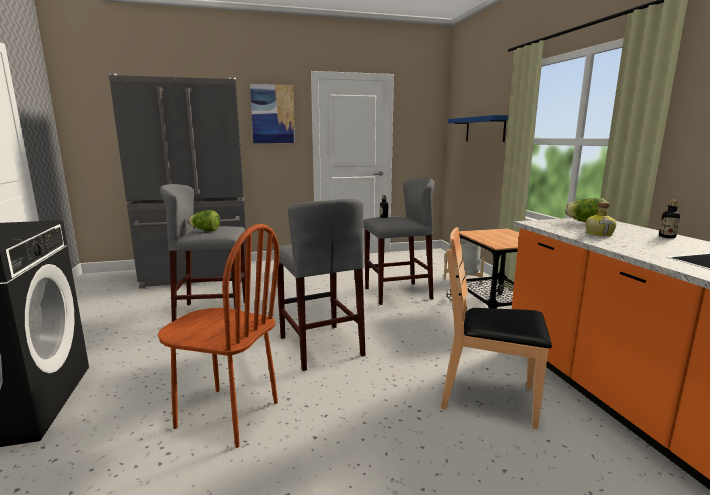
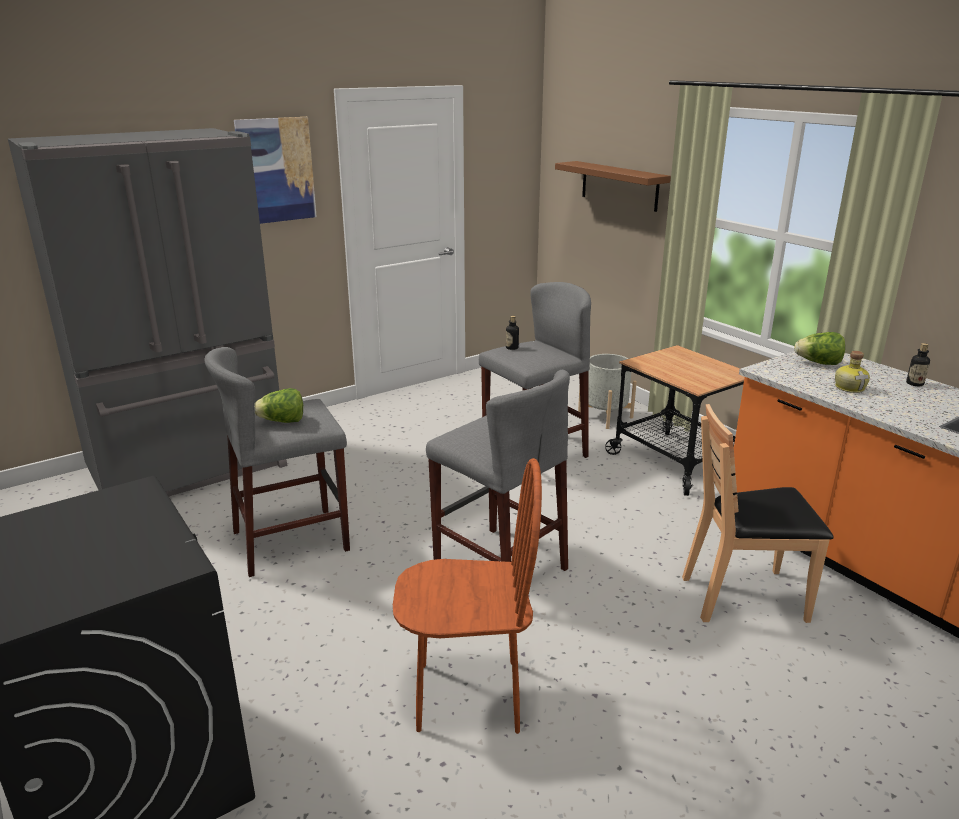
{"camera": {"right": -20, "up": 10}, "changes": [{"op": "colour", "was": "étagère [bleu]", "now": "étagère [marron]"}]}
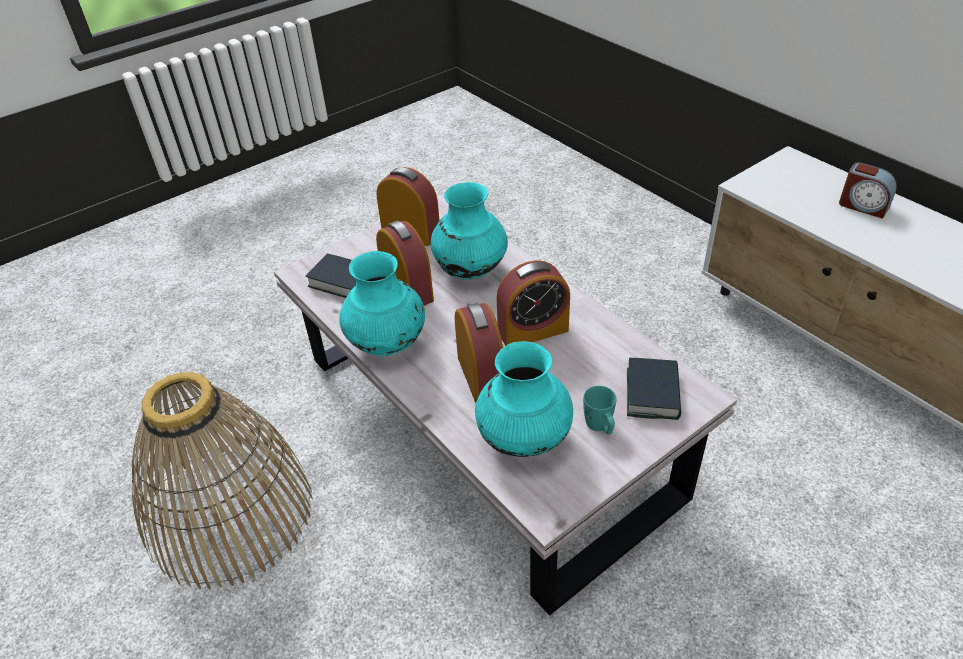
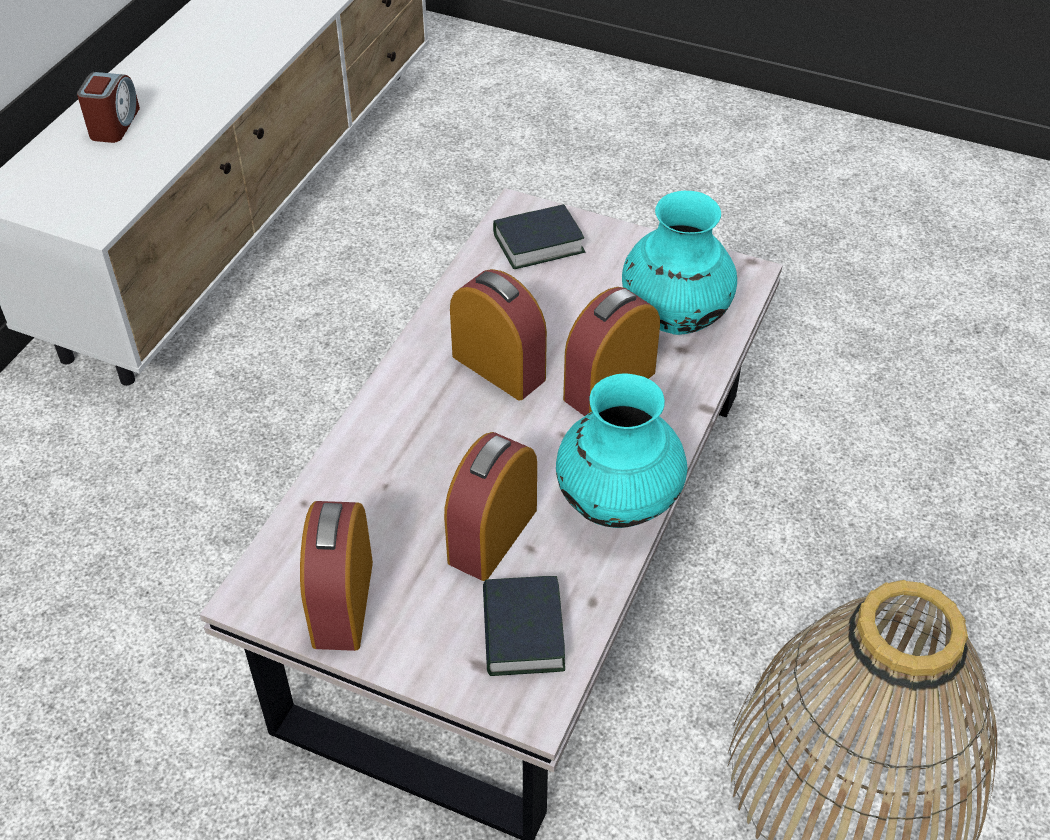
{"camera": {"right": -120, "up": 5}, "changes": [{"op": "missing", "was": "vase [turquoise] (no. 2 from left)"}, {"op": "missing", "was": "mug [turquoise]"}]}
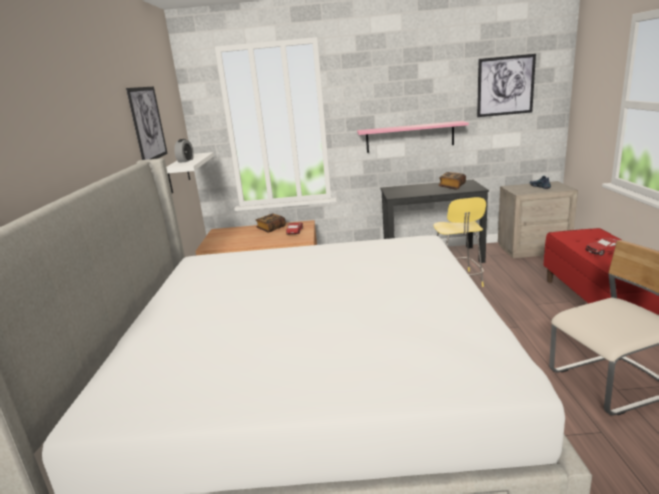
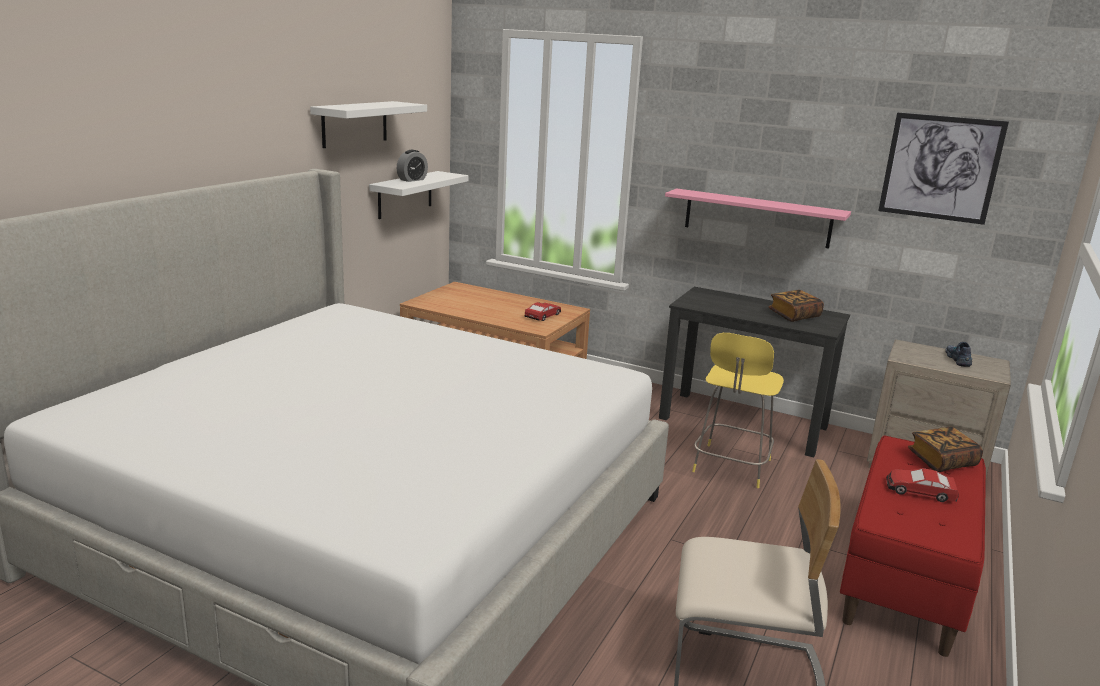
{"camera": {"right": 25, "up": 0}, "changes": [{"op": "relocated", "was": "livre (no. 1 from left in the first image)", "now": "livre (no. 2 from left)"}, {"op": "exchanged", "was": "tableau (no. 1 from left)", "now": "étagère [blanc] (no. 1 from left)"}]}
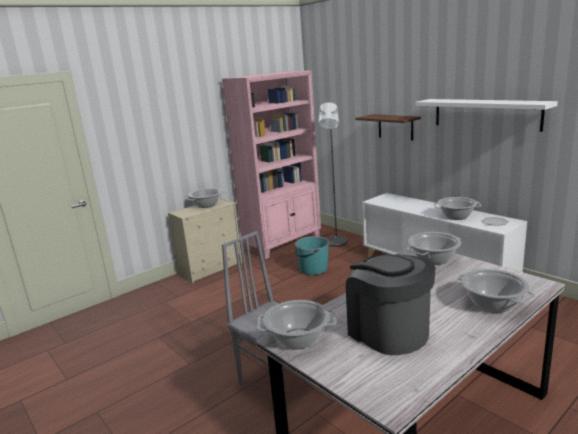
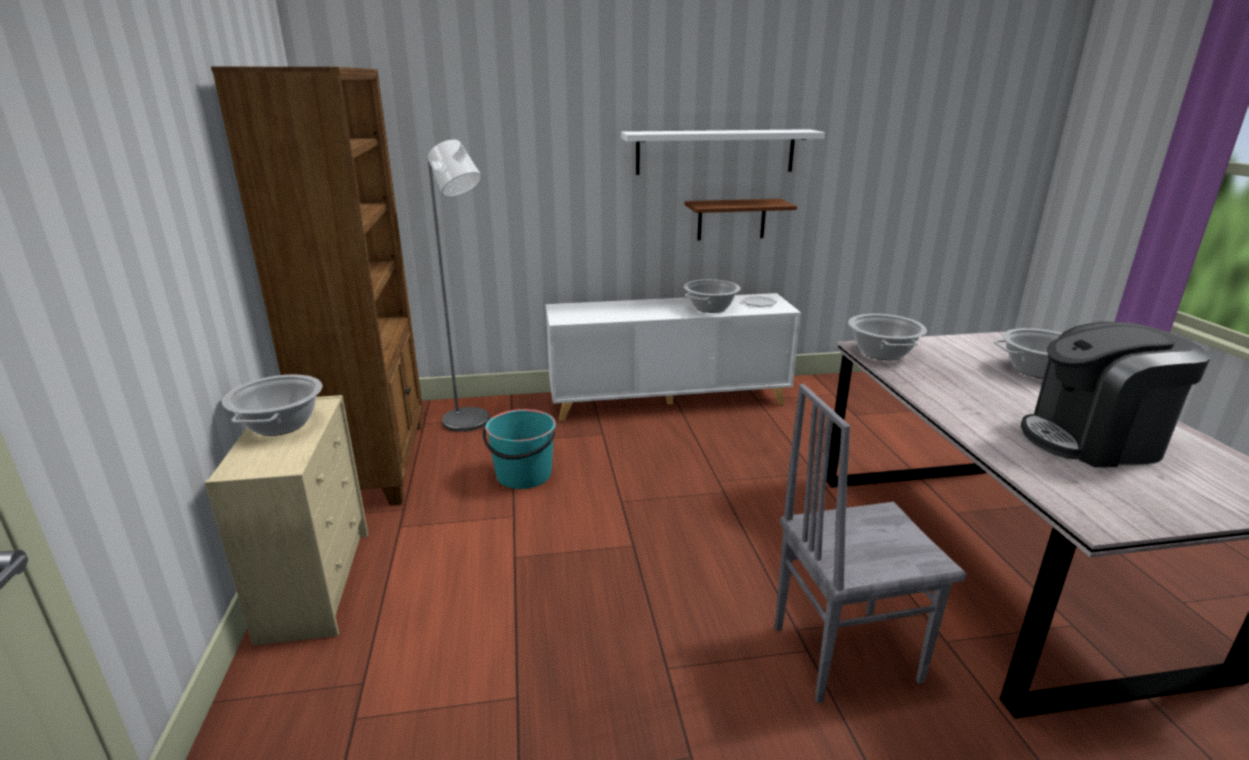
{"camera": {"right": -60, "up": 5}, "changes": [{"op": "missing", "was": "marmite (no. 2 from left)"}, {"op": "relocated", "was": "étagère [marron]"}, {"op": "colour", "was": "bibliothèque [rose]", "now": "bibliothèque [marron]"}]}
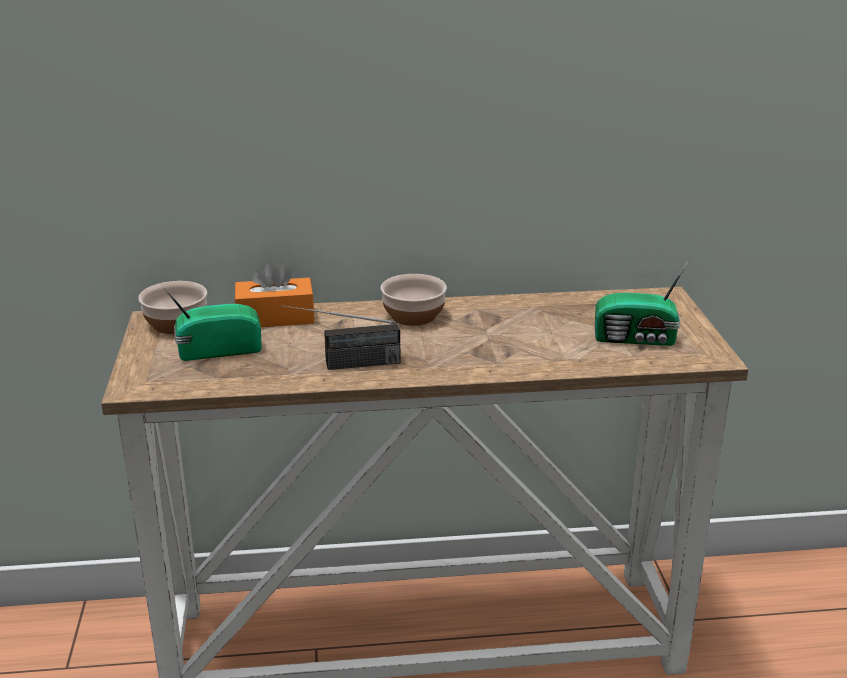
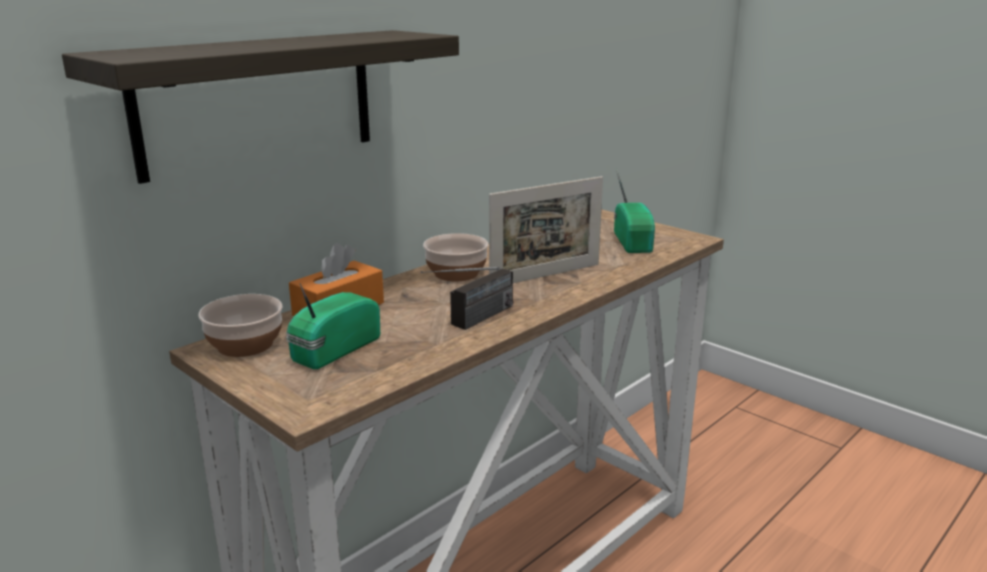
{"camera": {"right": -40, "up": -5}, "changes": [{"op": "appeared", "now": "étagère"}, {"op": "appeared", "now": "cadre photo"}, {"op": "spun", "was": "radio (no. 3 from left)", "clockwise": -60}]}
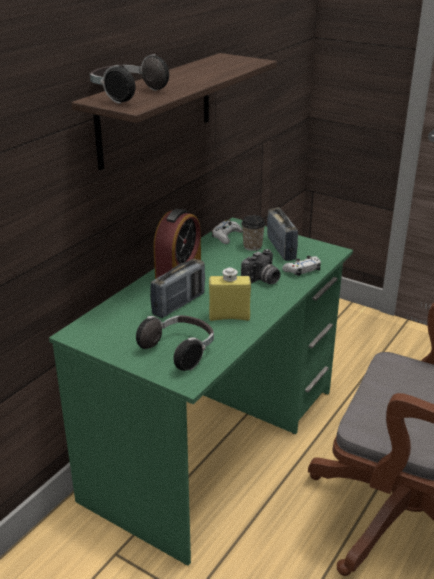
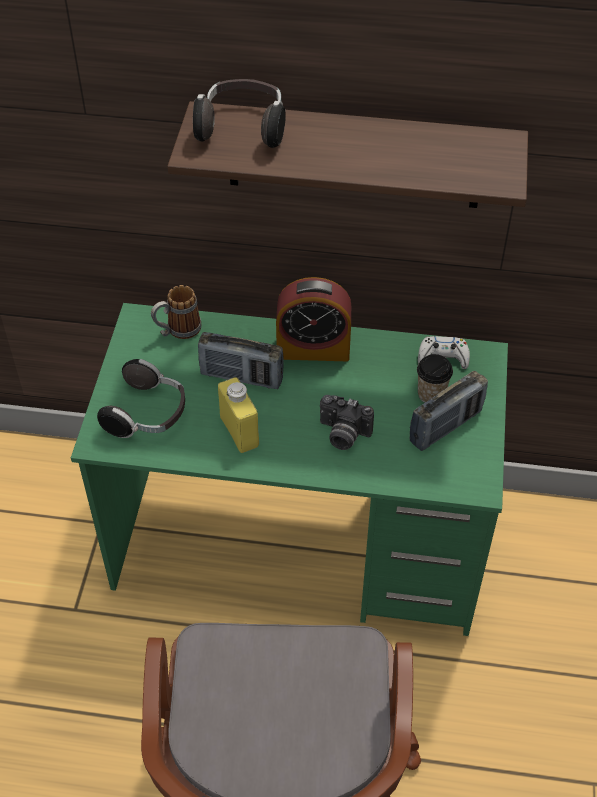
{"camera": {"right": 65, "up": 20}, "changes": [{"op": "missing", "was": "manette [blanc] (no. 2 from left)"}, {"op": "appeared", "now": "mug"}]}
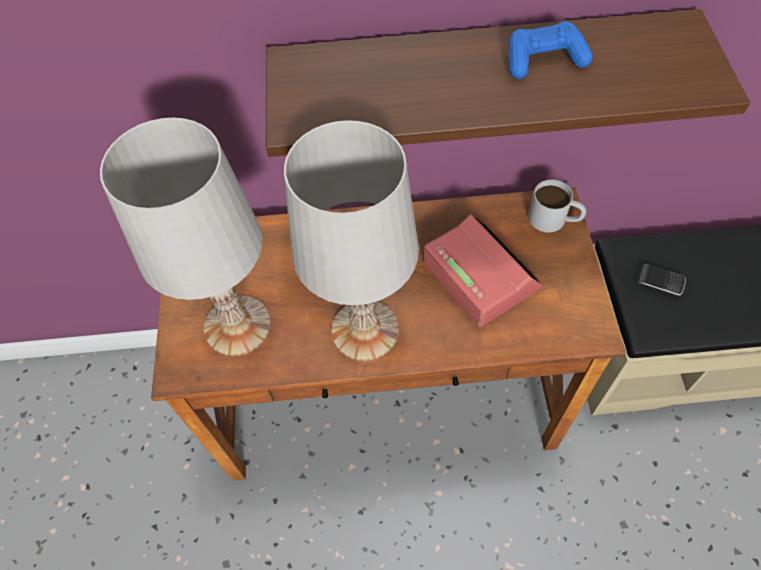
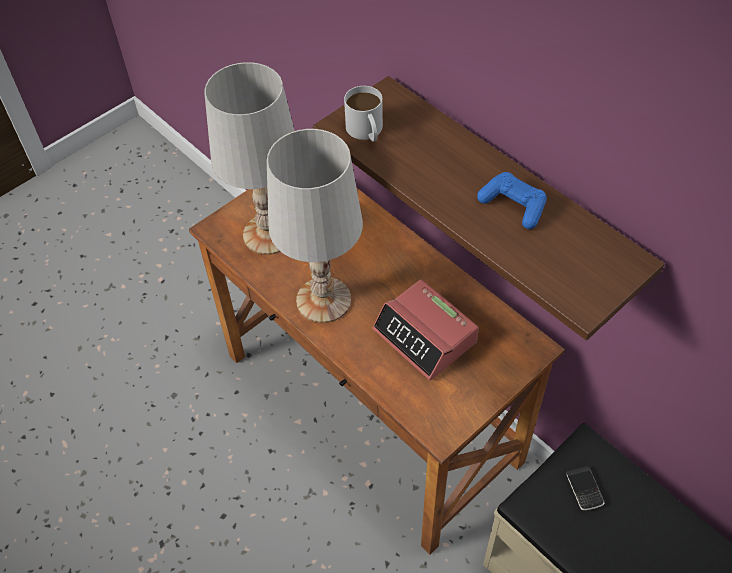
{"camera": {"right": 50, "up": -5}, "changes": [{"op": "relocated", "was": "mug [blanc]"}, {"op": "spun", "was": "réveil", "clockwise": 120}]}
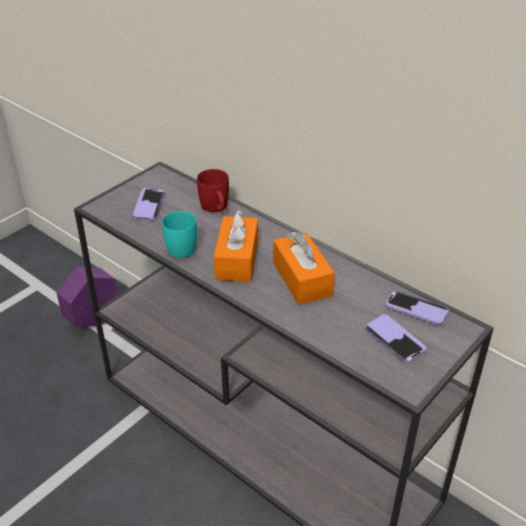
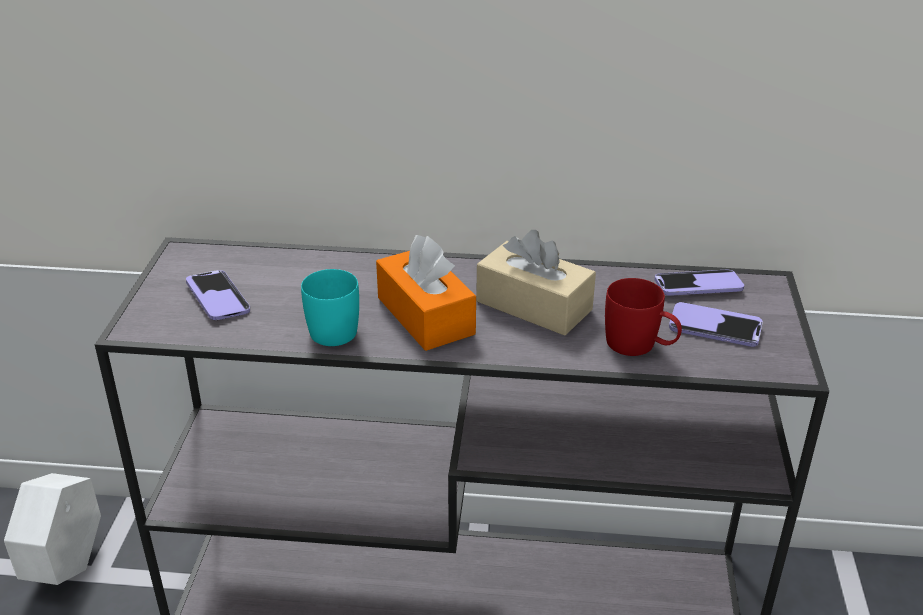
{"camera": {"right": -35, "up": -5}, "changes": [{"op": "relocated", "was": "mug [rouge]"}, {"op": "colour", "was": "cache-pot [violet]", "now": "cache-pot [blanc]"}, {"op": "colour", "was": "boîte à mouchoirs [orange] (no. 2 from left)", "now": "boîte à mouchoirs [beige]"}]}
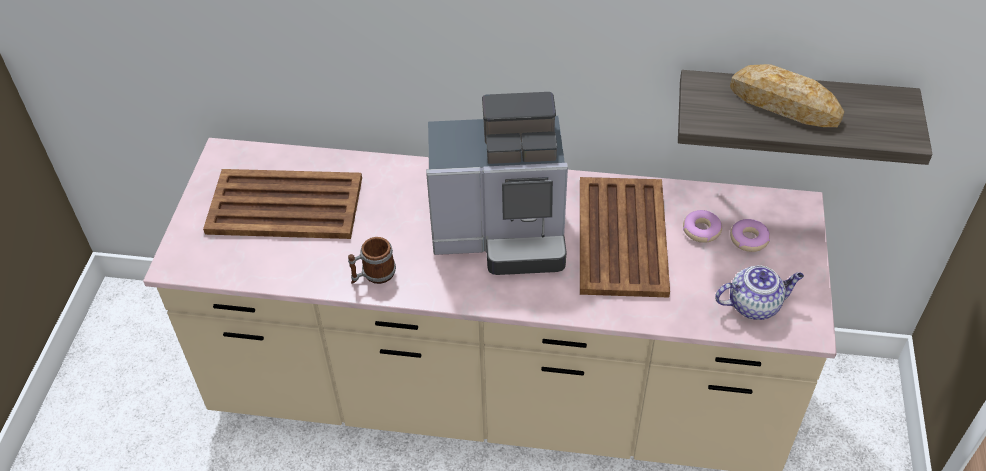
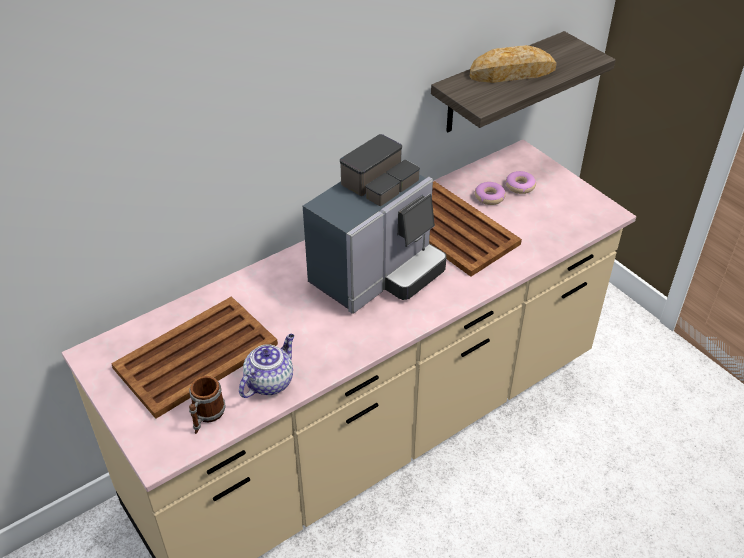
{"camera": {"right": -45, "up": -5}, "changes": [{"op": "relocated", "was": "mug"}, {"op": "relocated", "was": "théière"}]}
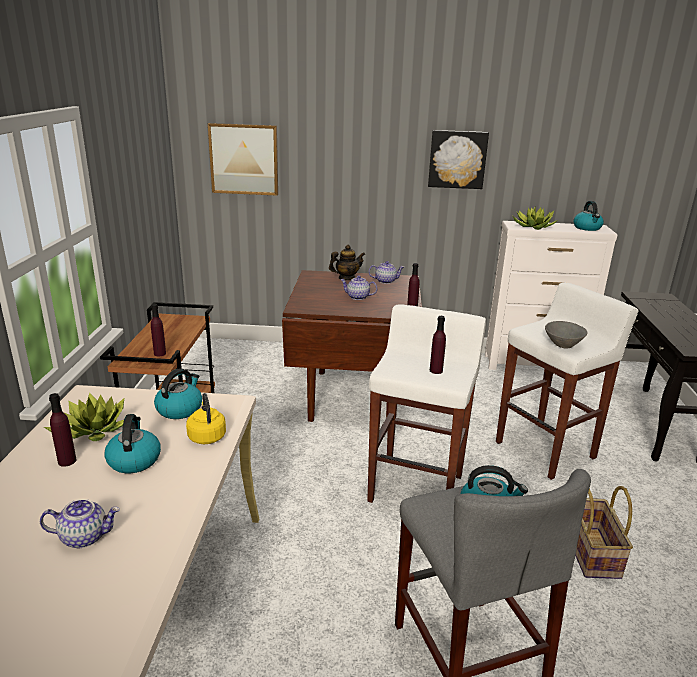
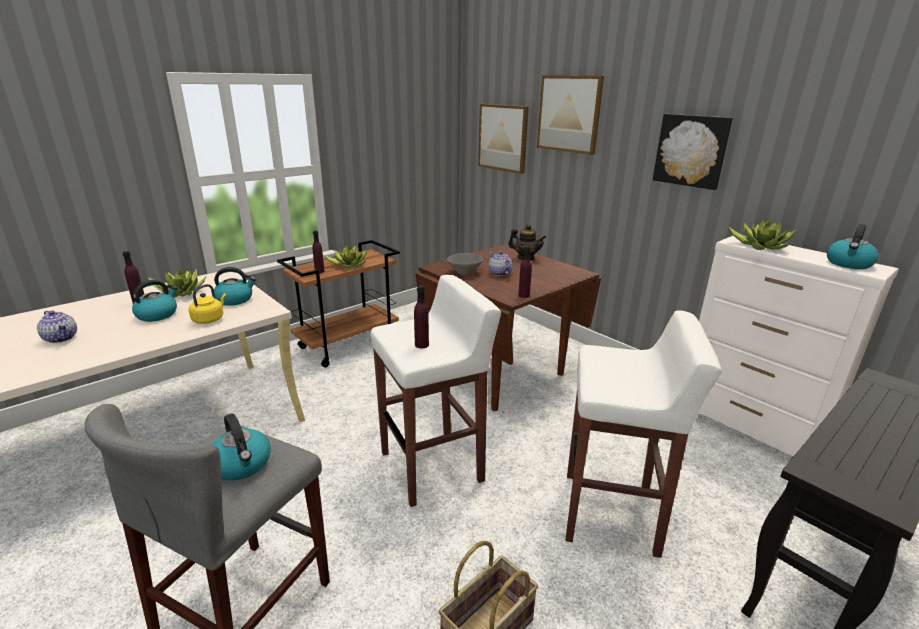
{"camera": {"right": 45, "up": 0}, "changes": [{"op": "missing", "was": "théière (no. 4 from left)"}, {"op": "appeared", "now": "plante en pot (no. 2 from left)"}, {"op": "appeared", "now": "tableau (no. 2 from left)"}, {"op": "relocated", "was": "bol [gris]"}]}
